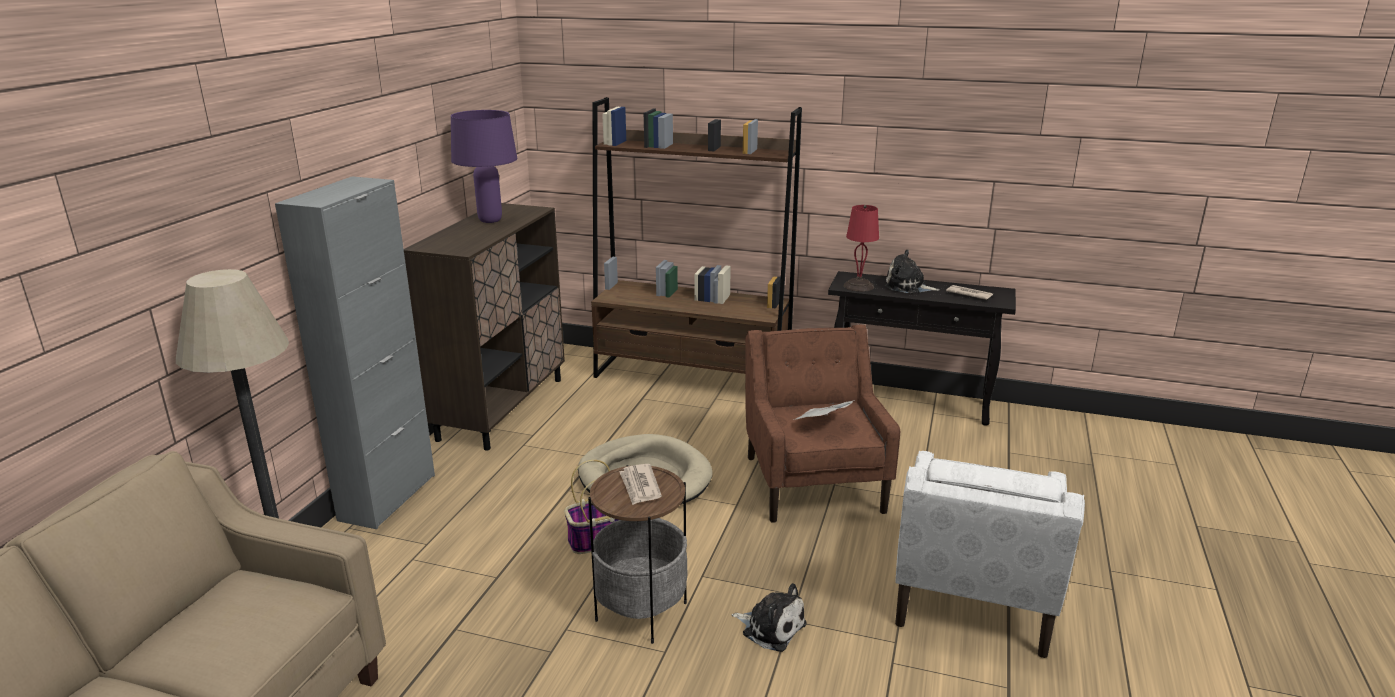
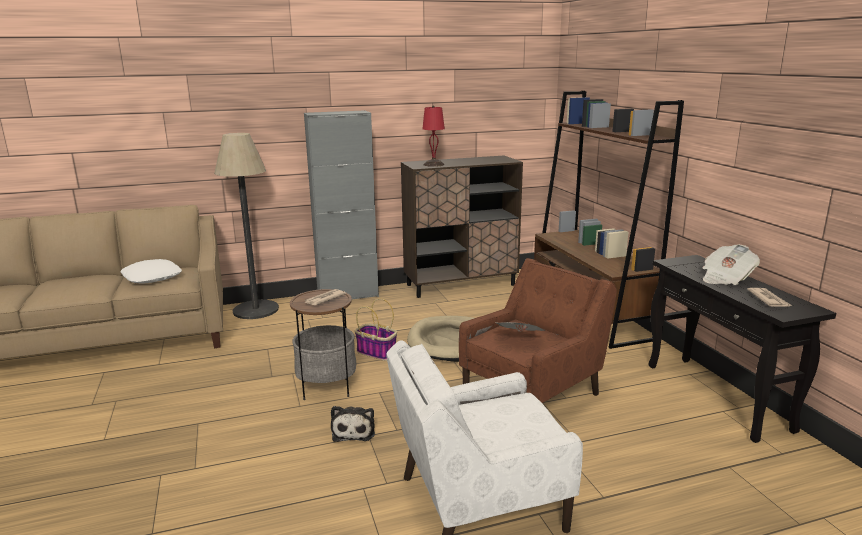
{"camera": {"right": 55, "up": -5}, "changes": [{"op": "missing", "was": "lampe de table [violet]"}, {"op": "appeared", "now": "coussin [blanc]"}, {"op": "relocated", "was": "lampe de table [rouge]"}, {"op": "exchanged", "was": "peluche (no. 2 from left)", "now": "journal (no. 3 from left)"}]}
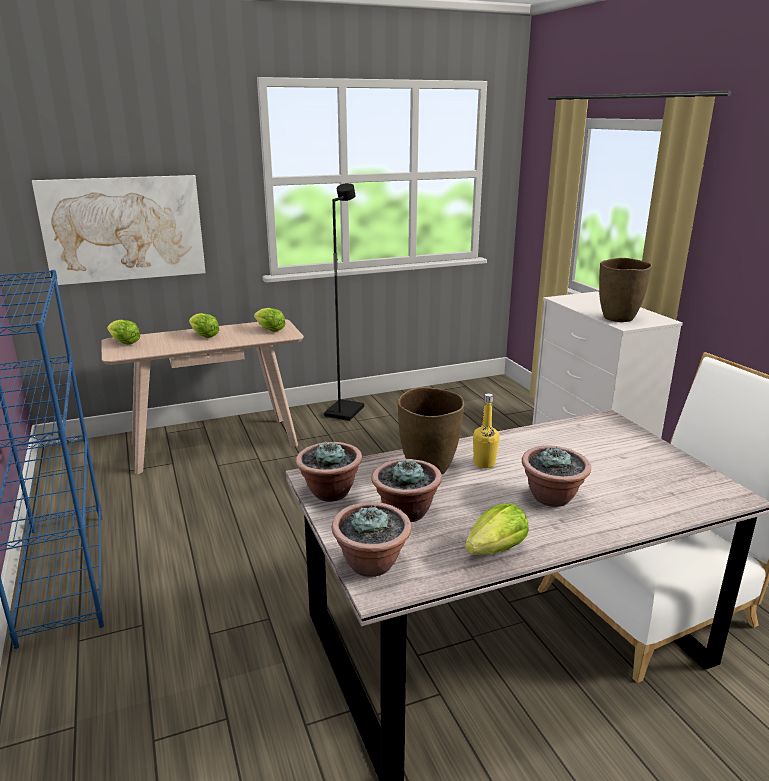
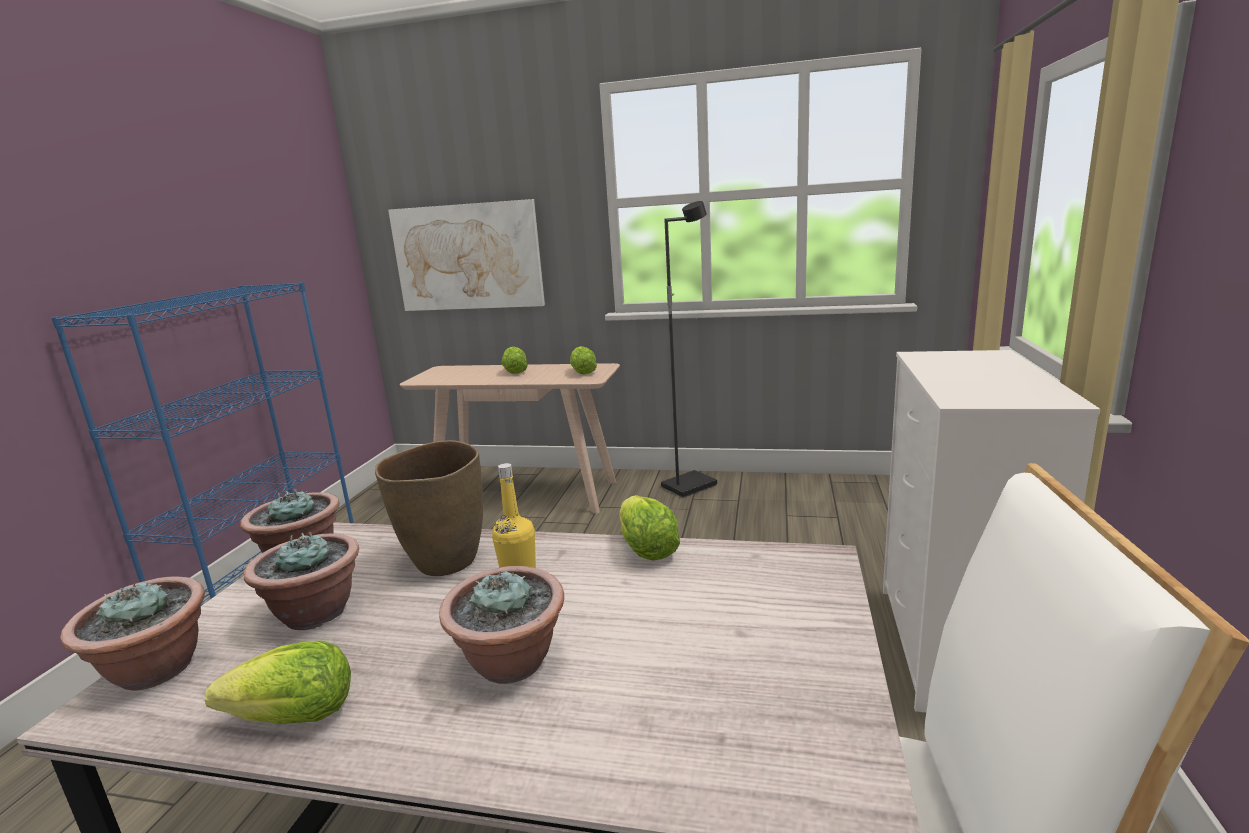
{"camera": {"right": 35, "up": -5}, "changes": [{"op": "missing", "was": "vase [marron] (no. 2 from left)"}, {"op": "relocated", "was": "laitue (no. 1 from left in the first image)", "now": "laitue (no. 4 from left)"}]}
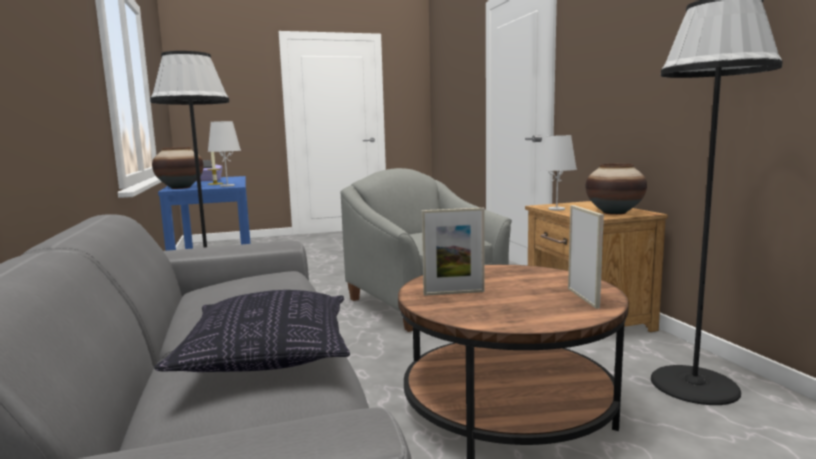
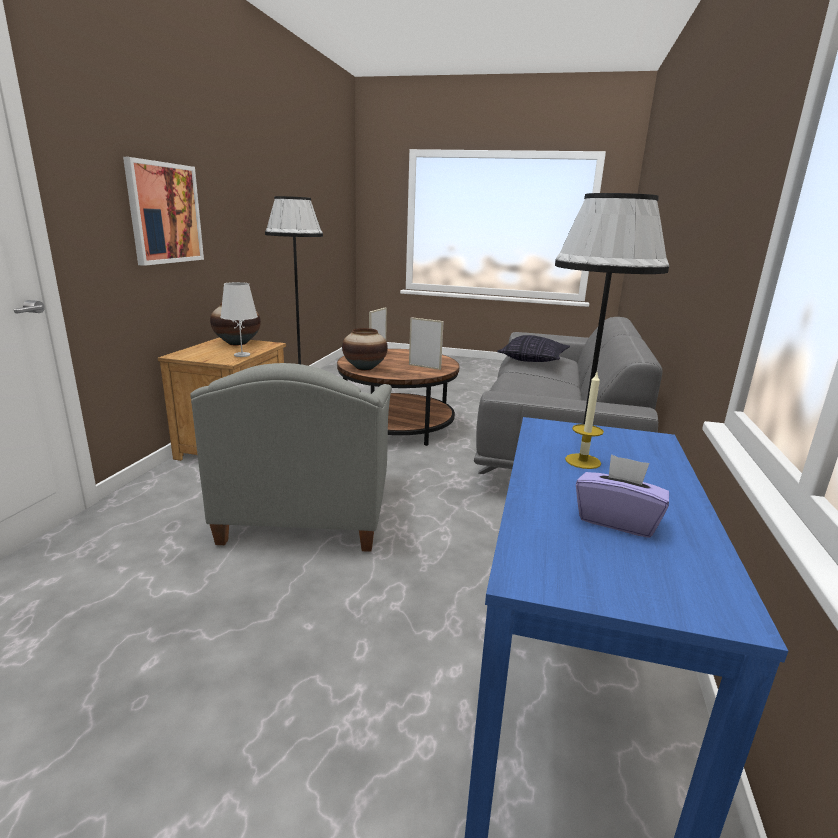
{"camera": {"right": -150, "up": 10}, "changes": [{"op": "missing", "was": "lampe de table [blanc] (no. 1 from left)"}, {"op": "appeared", "now": "tableau"}, {"op": "relocated", "was": "vase (no. 1 from left in the first image)", "now": "vase (no. 2 from left)"}]}
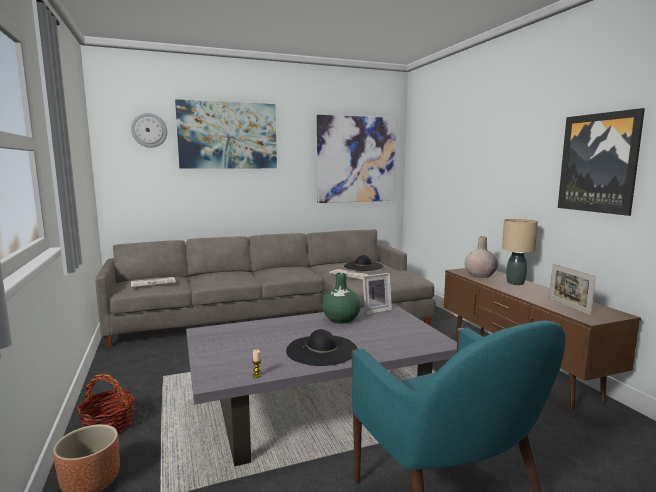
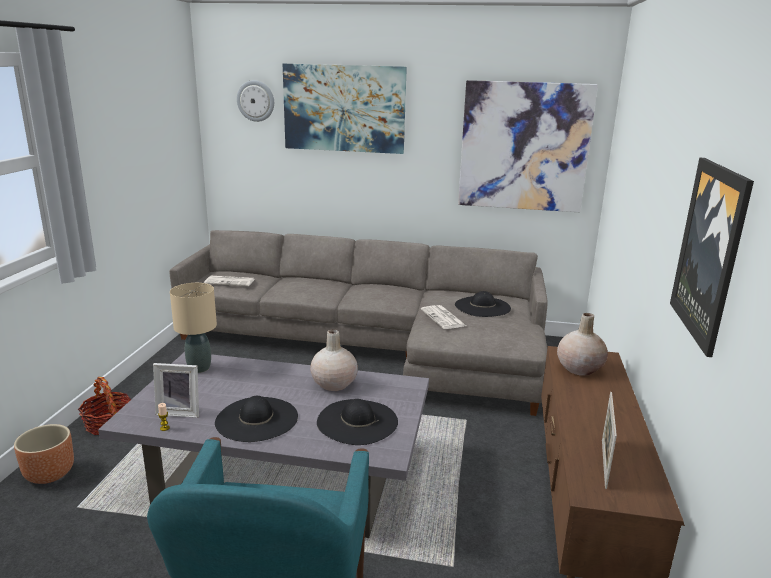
{"camera": {"right": 30, "up": 10}, "changes": [{"op": "appeared", "now": "chapeau [noir] (no. 2 from left)"}, {"op": "relocated", "was": "cadre photo (no. 1 from left)"}, {"op": "relocated", "was": "lampe de table [beige]"}, {"op": "colour", "was": "vase [vert]", "now": "vase [beige] (no. 1 from left)"}]}
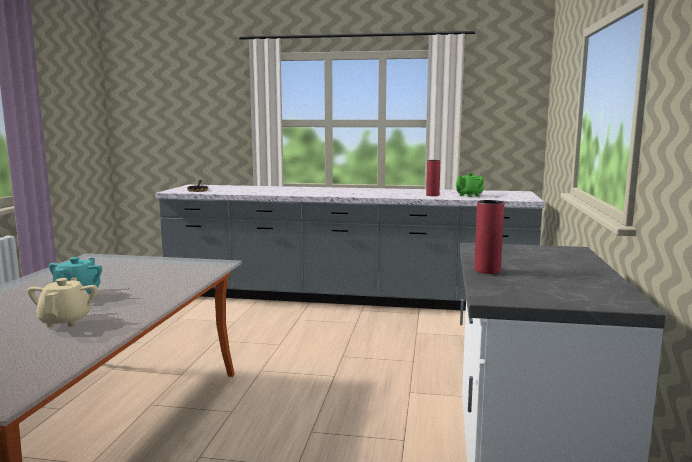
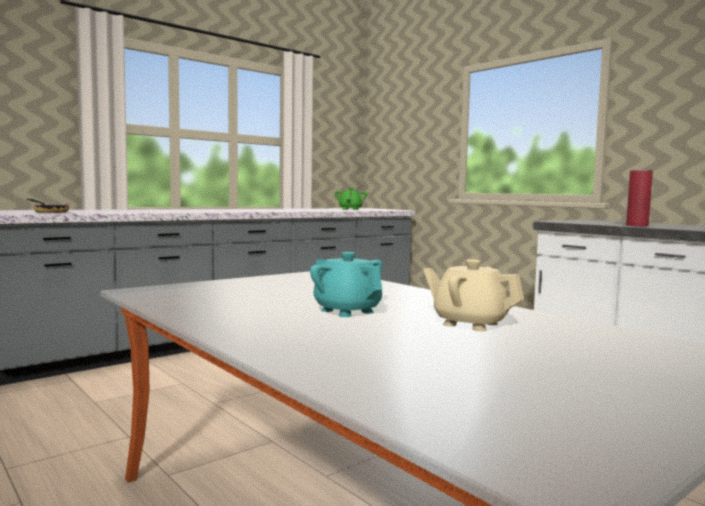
{"camera": {"right": -50, "up": -5}, "changes": [{"op": "missing", "was": "vase [rouge] (no. 1 from left)"}]}
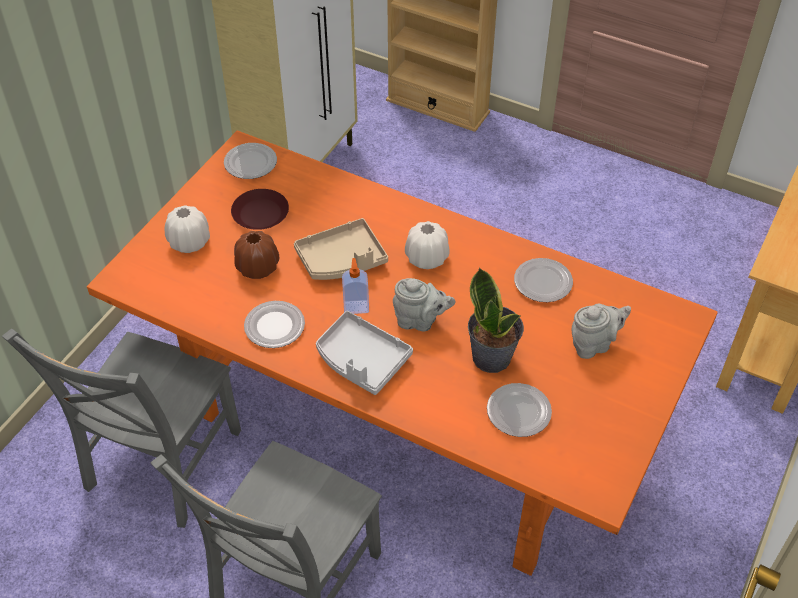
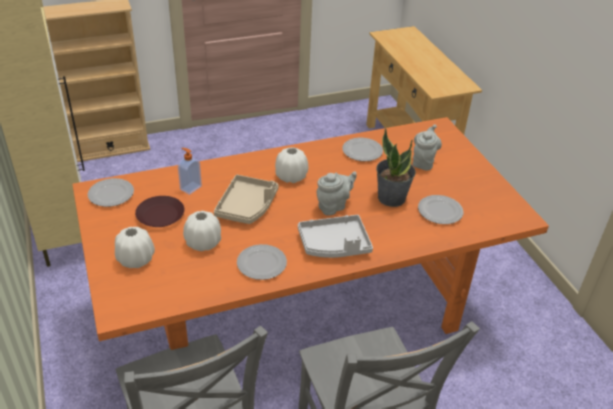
{"camera": {"right": -50, "up": -10}, "changes": [{"op": "relocated", "was": "distributeur de savon"}, {"op": "colour", "was": "vase [marron]", "now": "vase [blanc] (no. 2 from left)"}]}
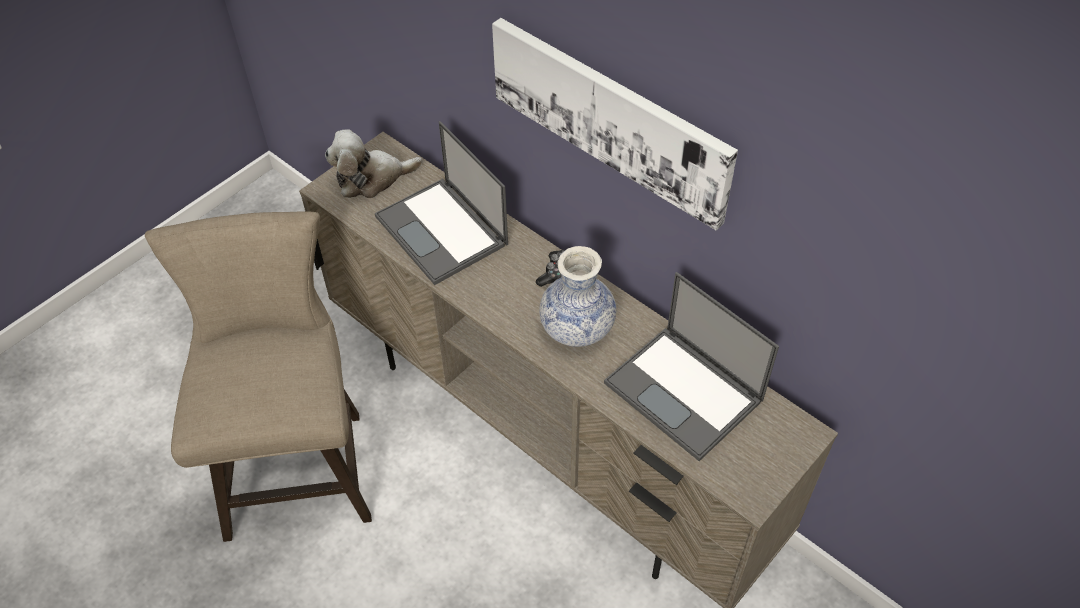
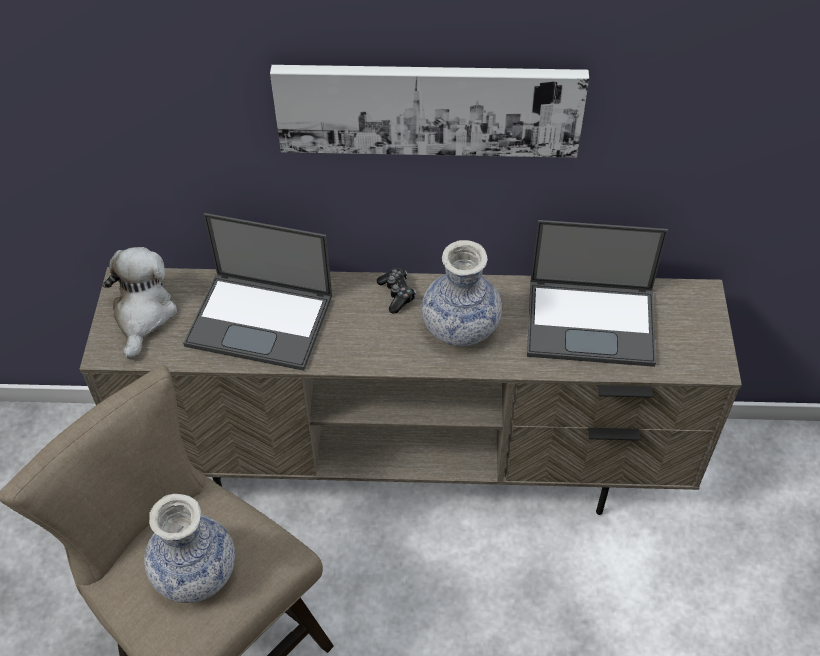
{"camera": {"right": -40, "up": 0}, "changes": [{"op": "appeared", "now": "vase (no. 1 from left)"}, {"op": "spun", "was": "peluche", "clockwise": 150}]}
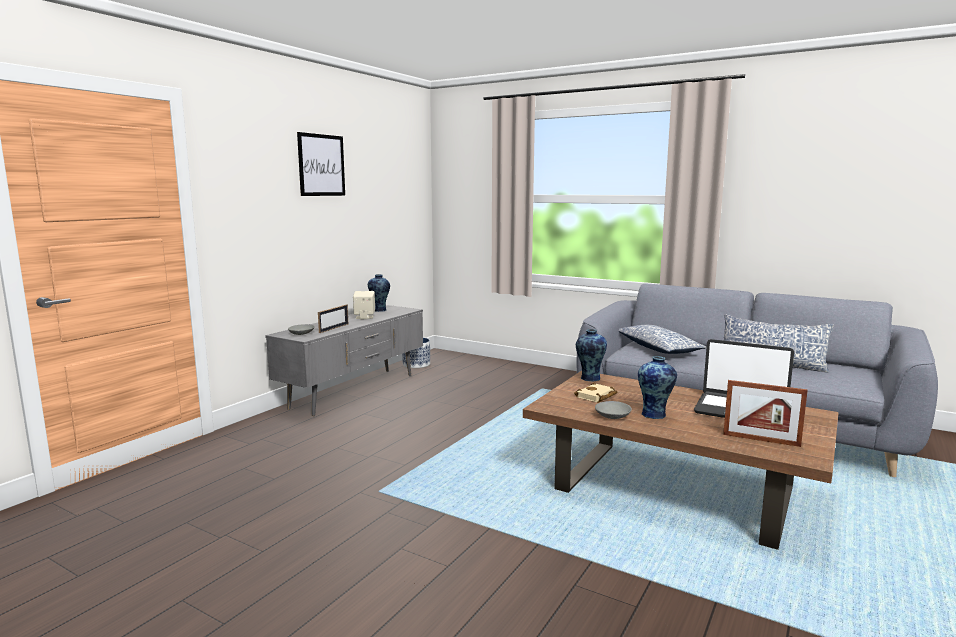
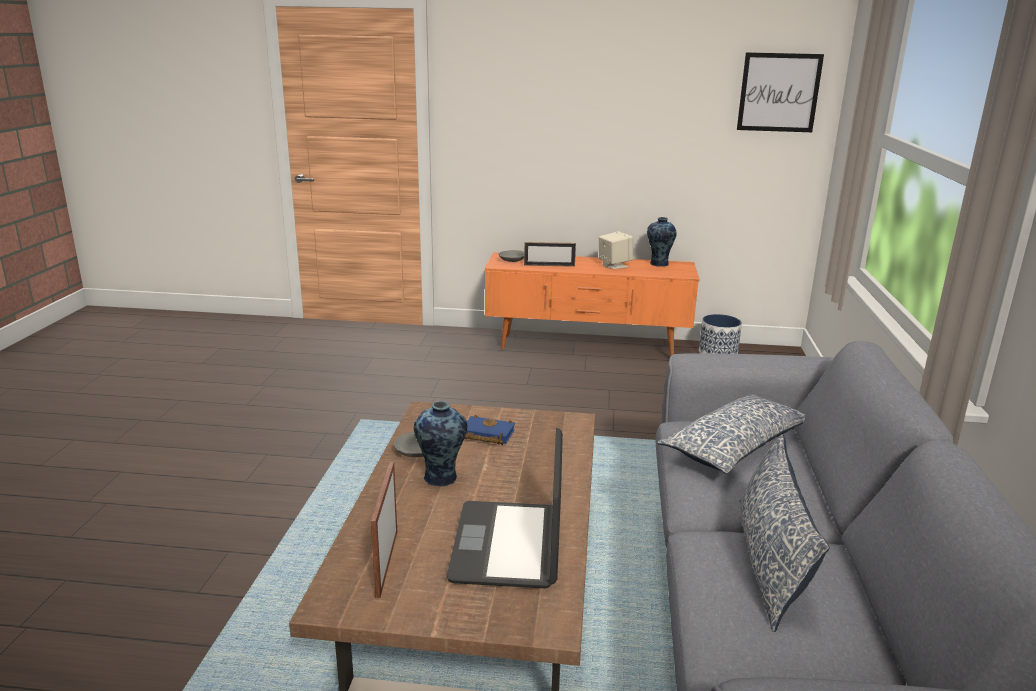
{"camera": {"right": 65, "up": 10}, "changes": [{"op": "missing", "was": "vase (no. 2 from left)"}, {"op": "relocated", "was": "tableau"}, {"op": "colour", "was": "meuble télé [gris]", "now": "meuble télé [orange]"}, {"op": "colour", "was": "livre [beige]", "now": "livre [bleu]"}]}
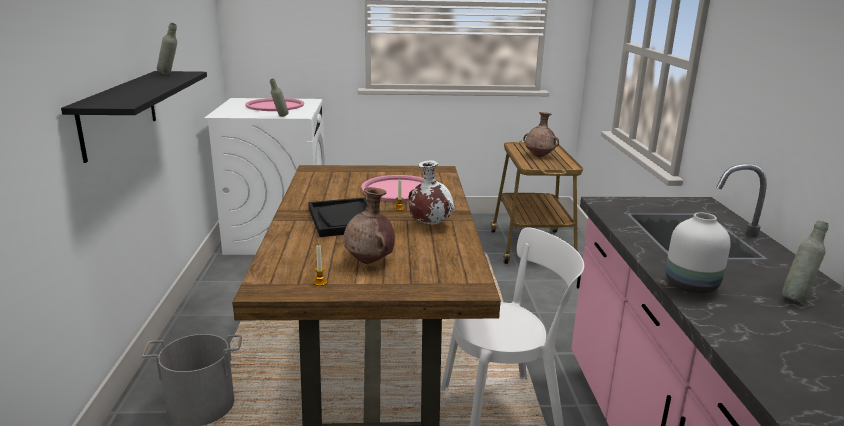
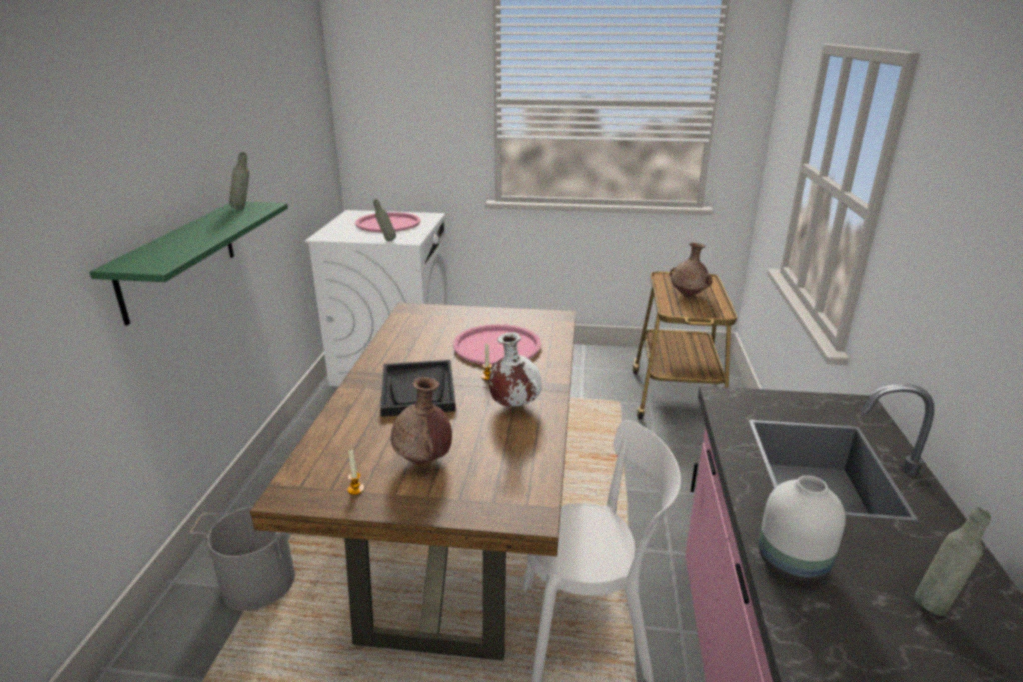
{"camera": {"right": 10, "up": 5}, "changes": [{"op": "colour", "was": "étagère [noir]", "now": "étagère [vert]"}]}
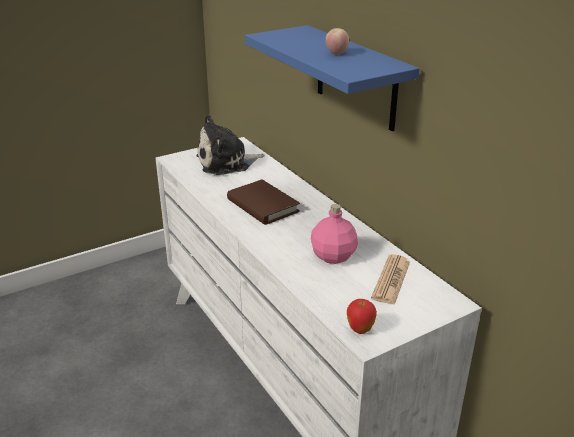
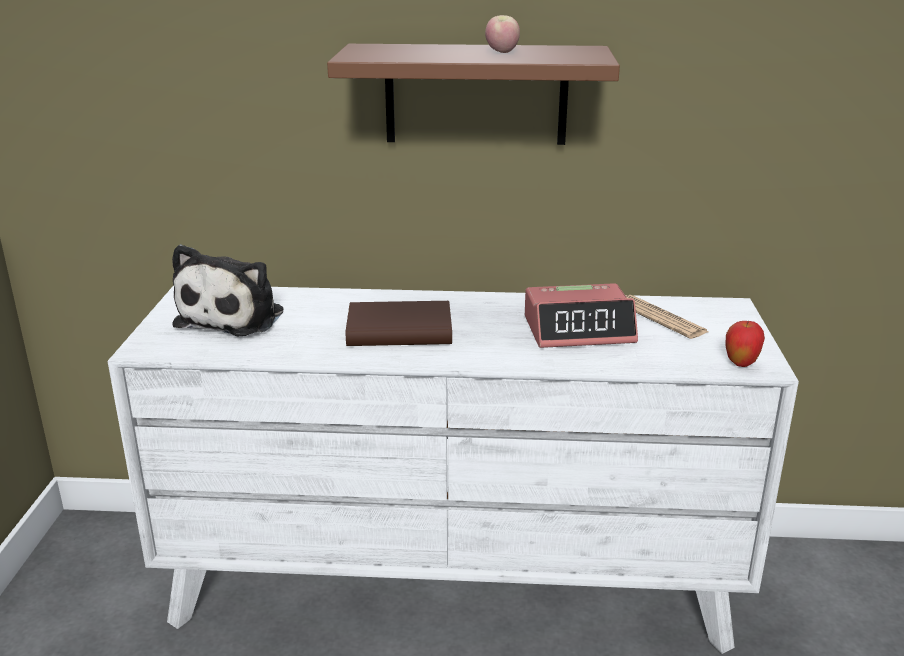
{"camera": {"right": -55, "up": -5}, "changes": [{"op": "exchanged", "was": "bouteille [rose]", "now": "réveil"}, {"op": "colour", "was": "étagère [bleu]", "now": "étagère [marron]"}]}
